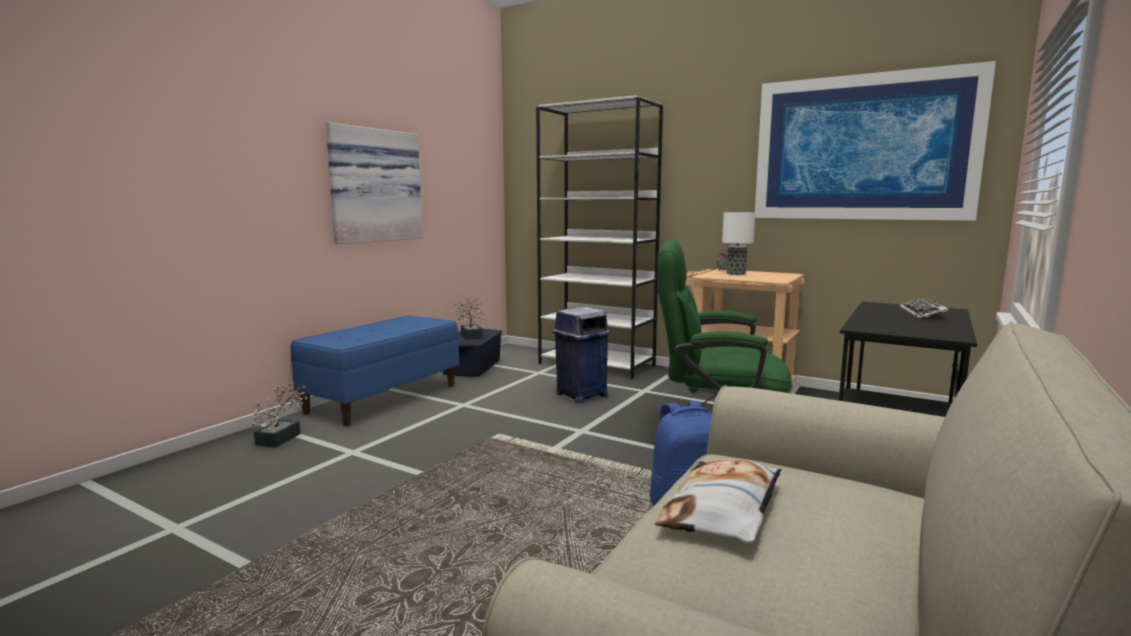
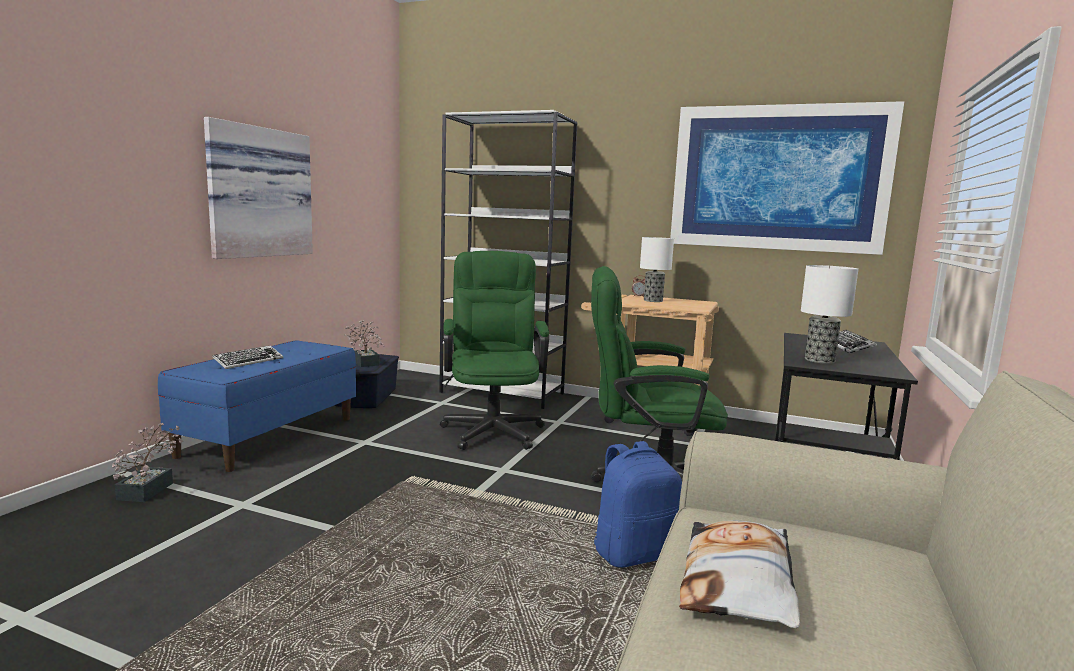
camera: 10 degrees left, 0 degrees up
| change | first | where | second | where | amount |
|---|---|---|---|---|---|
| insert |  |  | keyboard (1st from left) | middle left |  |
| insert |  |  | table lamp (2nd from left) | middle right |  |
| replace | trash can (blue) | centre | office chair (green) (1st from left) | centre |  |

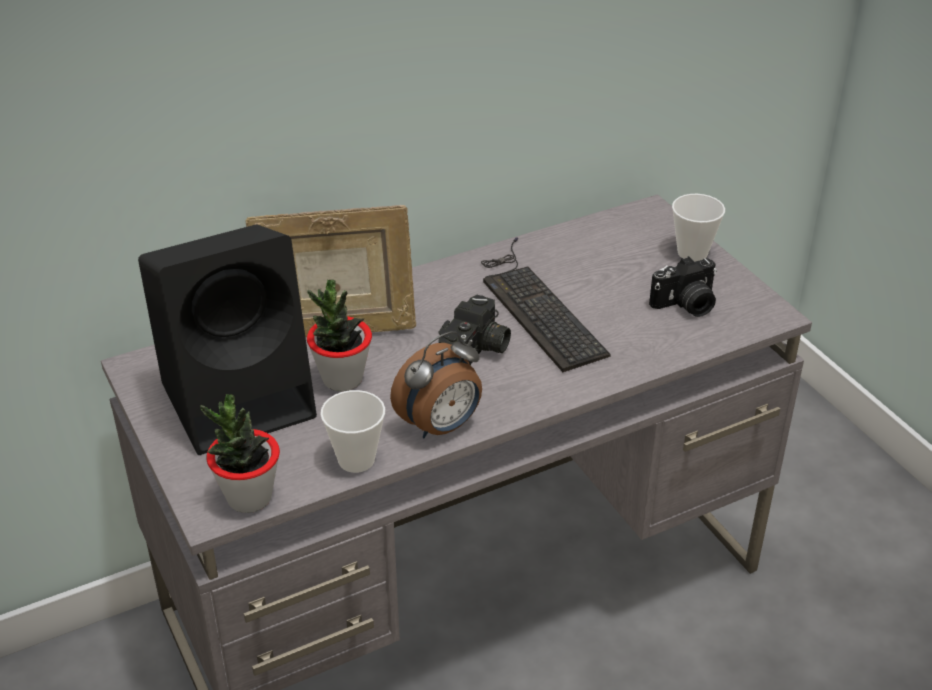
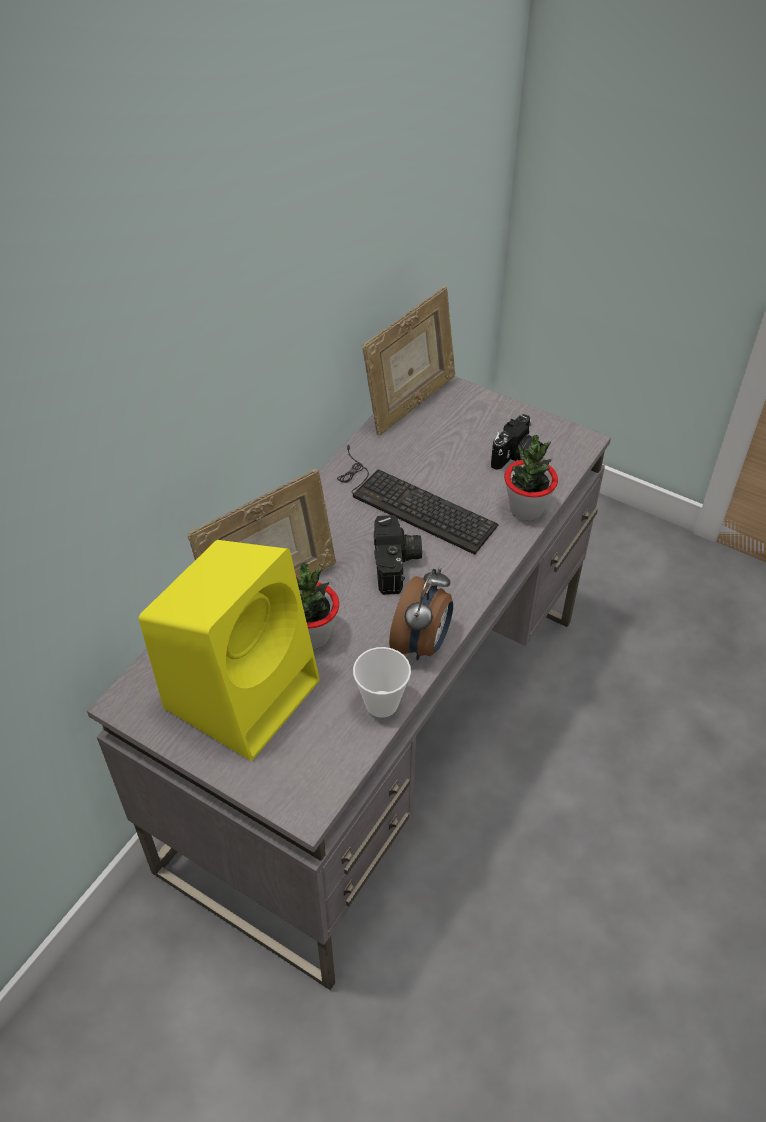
camera: 30 degrees left, 10 degrees up
| change | first | where | second | where | amount |
|---|---|---|---|---|---|
| delete | cup (2nd from left) | top right |  |  |  |
| insert |  |  | picture frame (2nd from left) | top centre |  |
| move | potted plant (1st from left in the first image) | middle left | potted plant (2nd from left) | middle right |  |
| recolor | speaker (black) | middle left | speaker (yellow) | middle left |  |

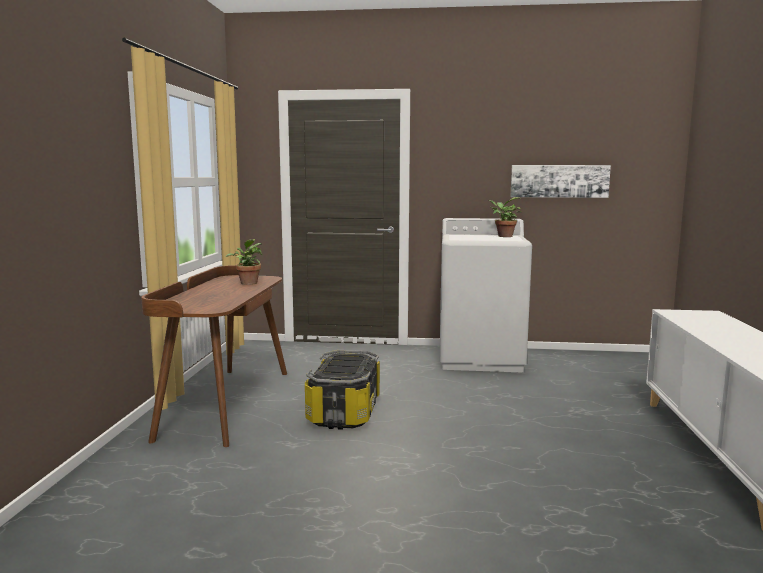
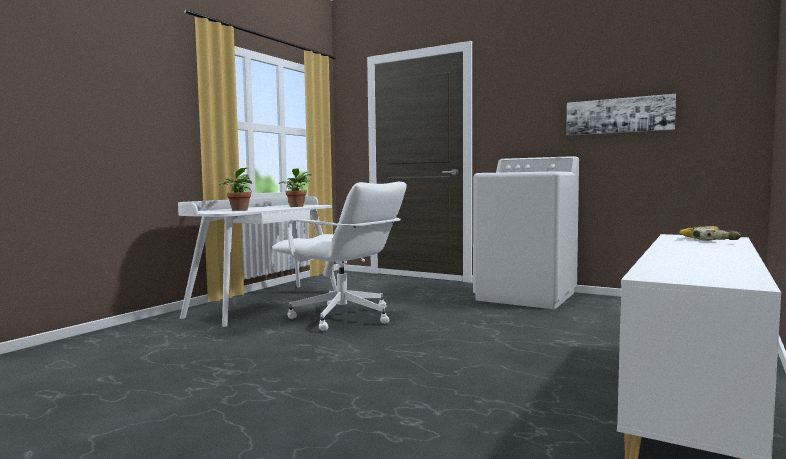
camera: 25 degrees right, 5 degrees down
| change | first | where | second | where | amount |
|---|---|---|---|---|---|
| insert |  |  | power drill | middle right |  |
| move | potted plant (2nd from left in the first image) | centre | potted plant (1st from left) | middle left |  |
| replace | storage box | bottom centre | office chair (white) | centre |  |
| recolor | desk (brown) | middle left | desk (white) | middle left |  |

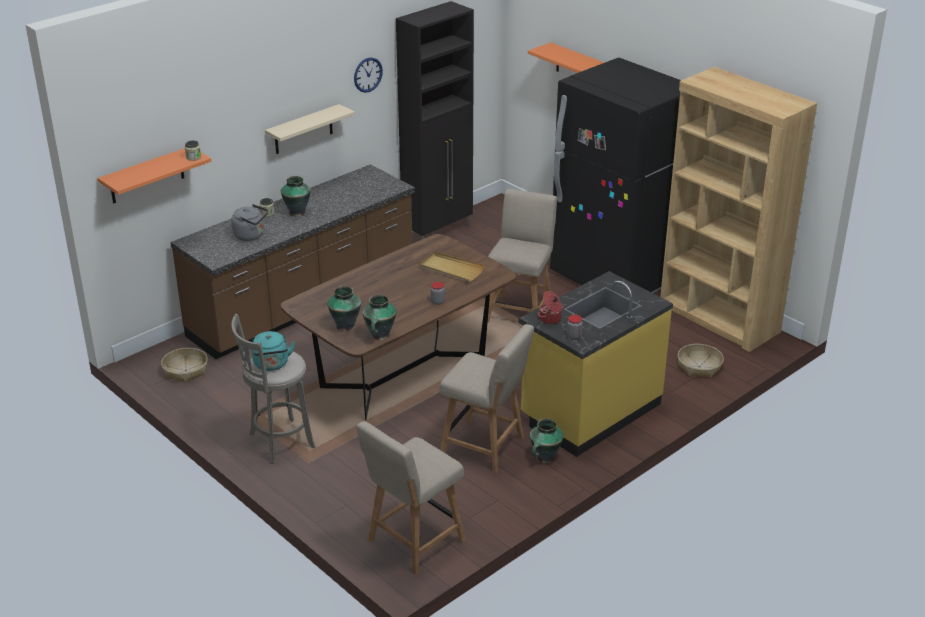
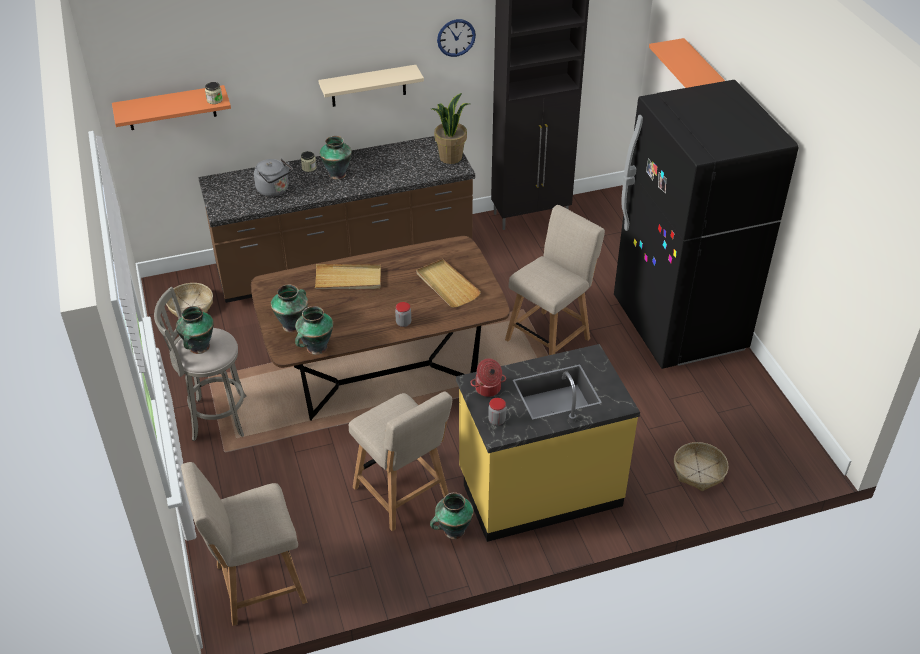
camera: 25 degrees right, 10 degrees up
| change | first | where | second | where | amount |
|---|---|---|---|---|---|
| delete | bookcase (brown) | middle right |  |  |  |
| insert |  |  | tray (beige) (1st from left) | centre |  |
| insert |  |  | potted plant | top centre |  |
| replace | kettle (turquoise) | middle left | vase (1st from left) | middle left |  |

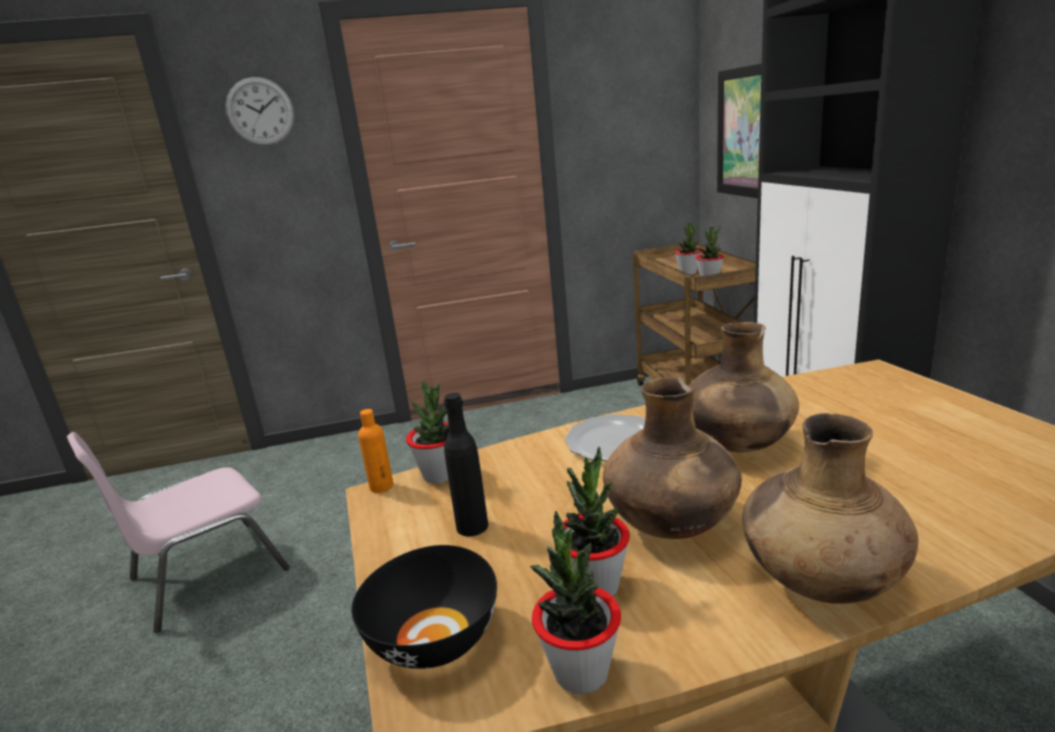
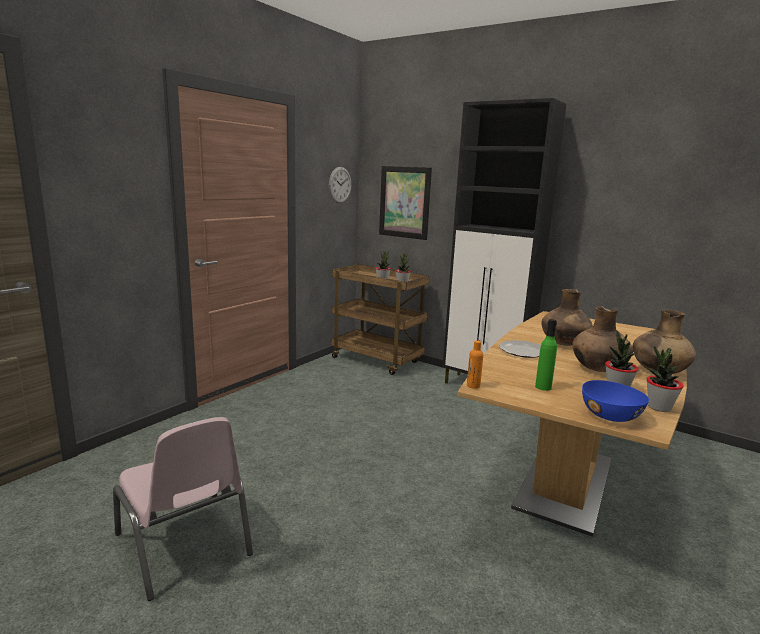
camera: 45 degrees left, 5 degrees down
| change | first | where | second | where | amount |
|---|---|---|---|---|---|
| delete | potted plant (1st from left) | centre |  |  |  |
| move | wall clock | top left |  | top centre |  |
| recolor | bowl (black) | bottom centre | bowl (blue) | middle right |  |
| recolor | bottle (black) | centre | bottle (green) | middle right |  |
| rotate | chair (pink) | bottom left |  | bottom left | 45 degrees counterclockwise |

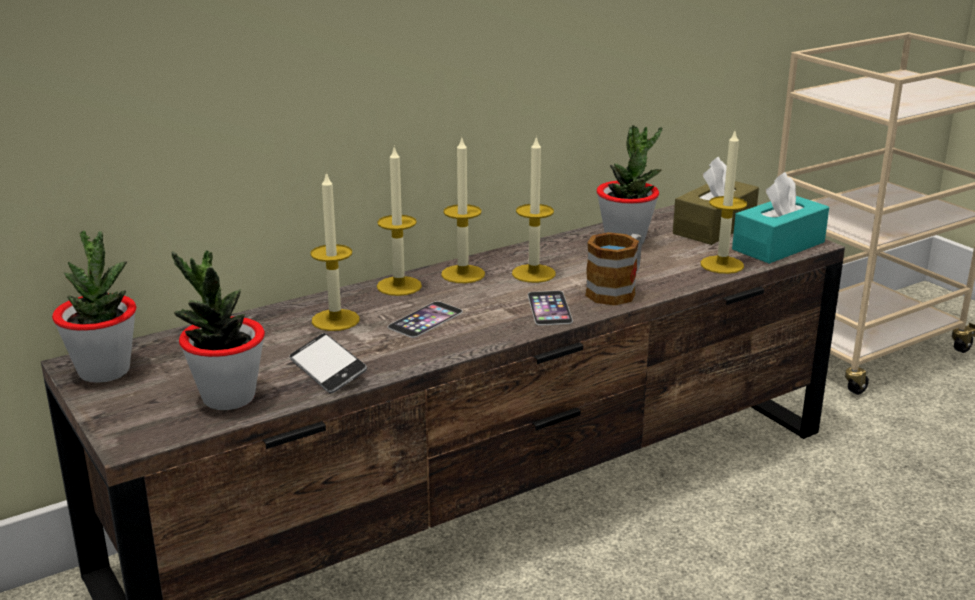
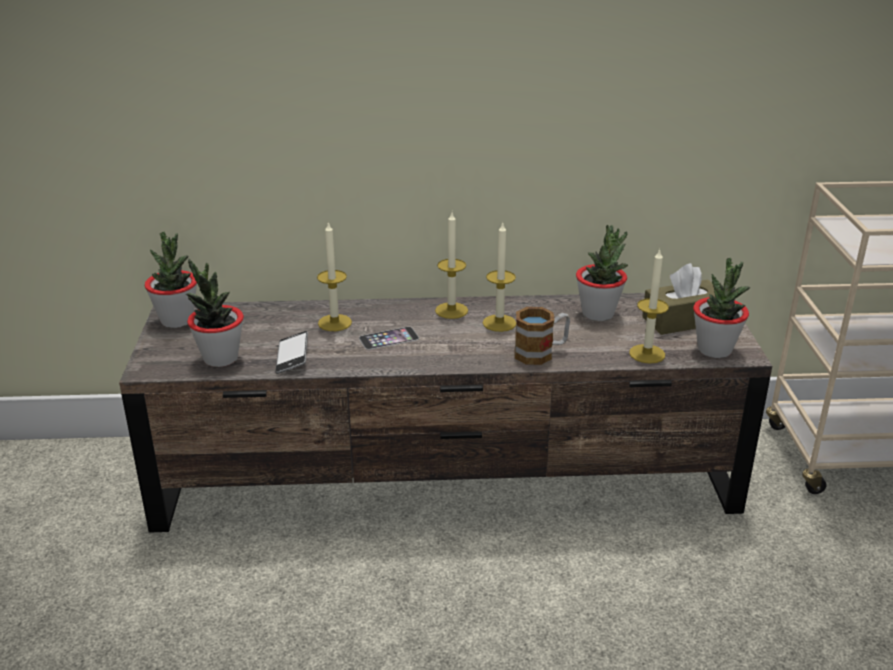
camera: 30 degrees right, 5 degrees up
| change | first | where | second | where | amount |
|---|---|---|---|---|---|
| delete | candle (2nd from left) | centre |  |  |  |
| delete | phone (3rd from left) | centre |  |  |  |
| replace | tissue box (turquoise) | middle right | potted plant (4th from left) | middle right |  |

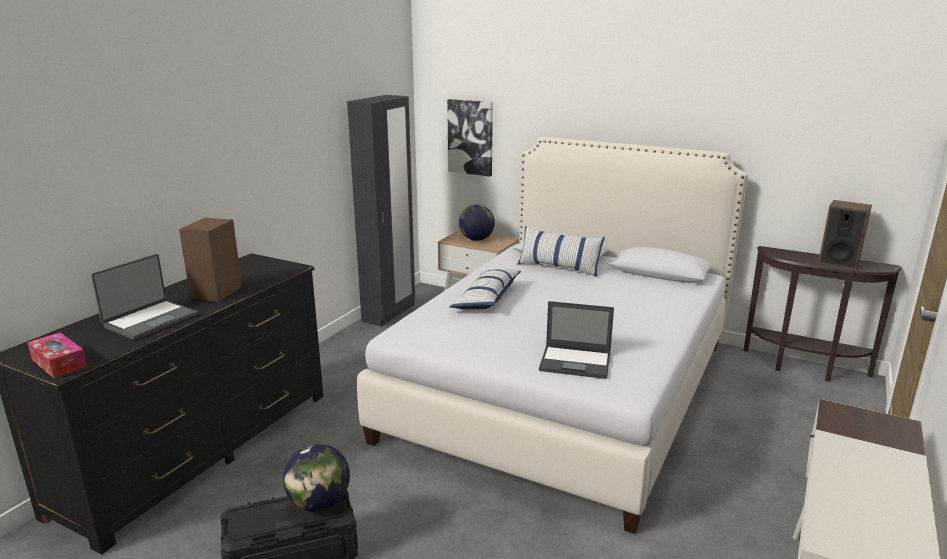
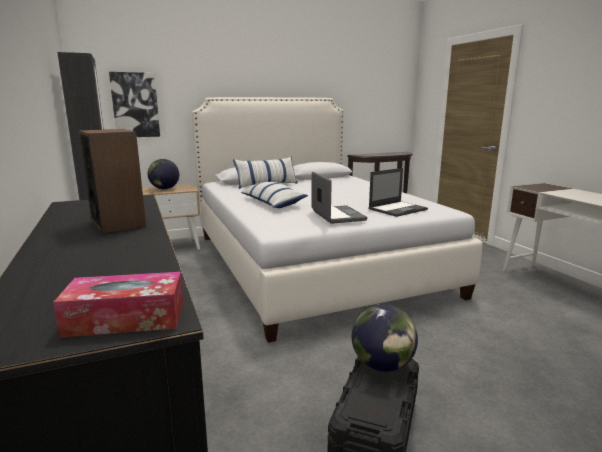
camera: 50 degrees left, 5 degrees down
| change | first | where | second | where | amount |
|---|---|---|---|---|---|
| delete | speaker (2nd from left) | middle right |  |  |  |
| move | laptop (1st from left) | middle left |  | centre |  |

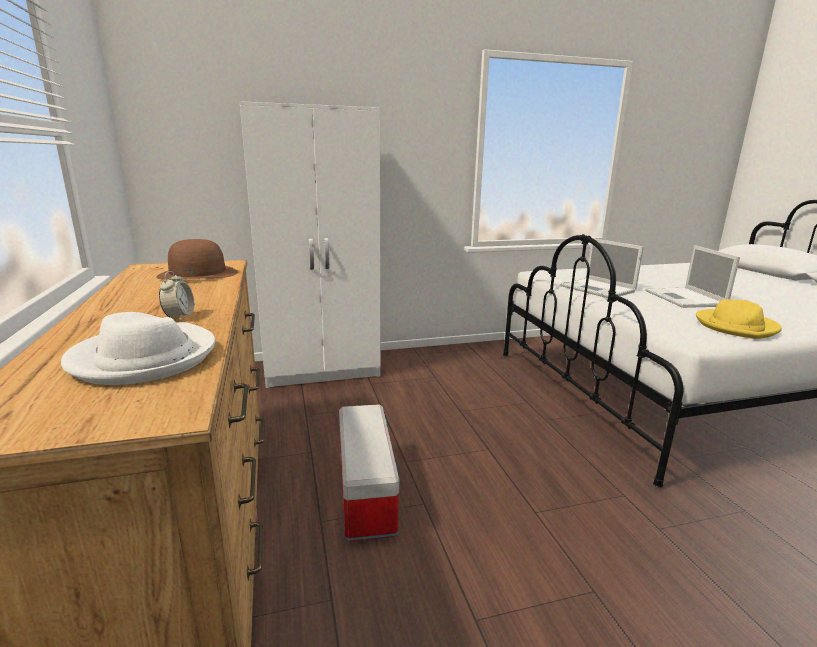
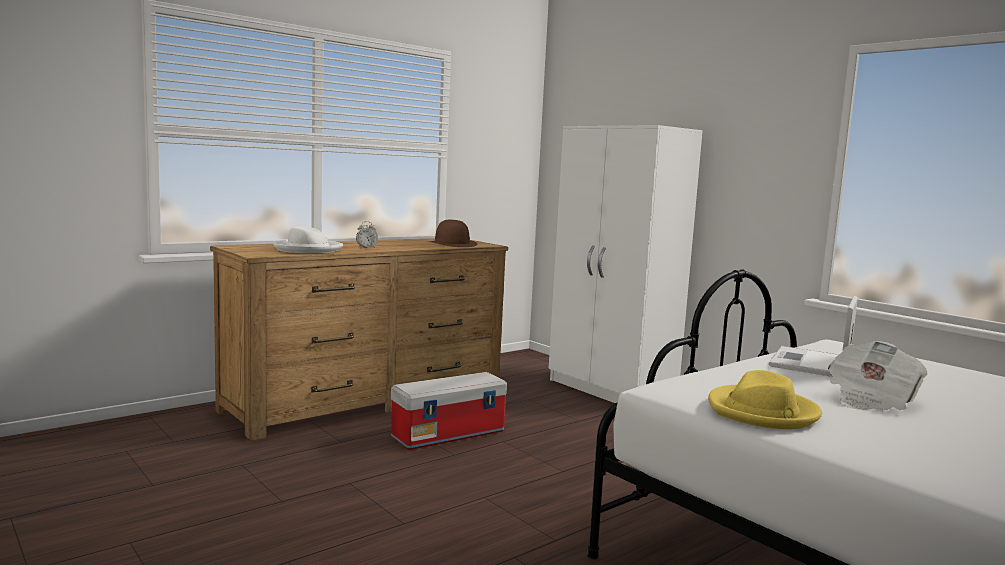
camera: 65 degrees right, 10 degrees down
| change | first | where | second | where | amount |
|---|---|---|---|---|---|
| replace | laptop (2nd from left) | middle right | newspaper | middle right |  |

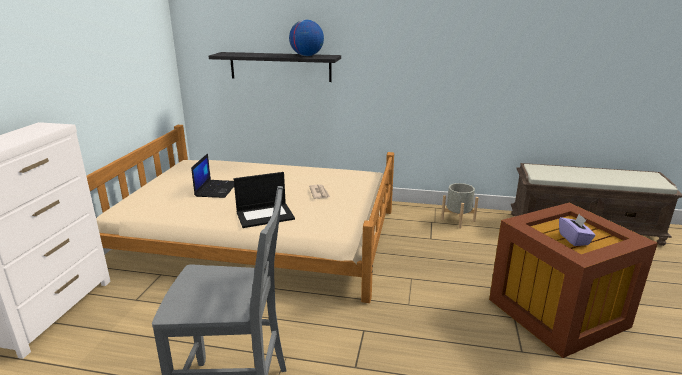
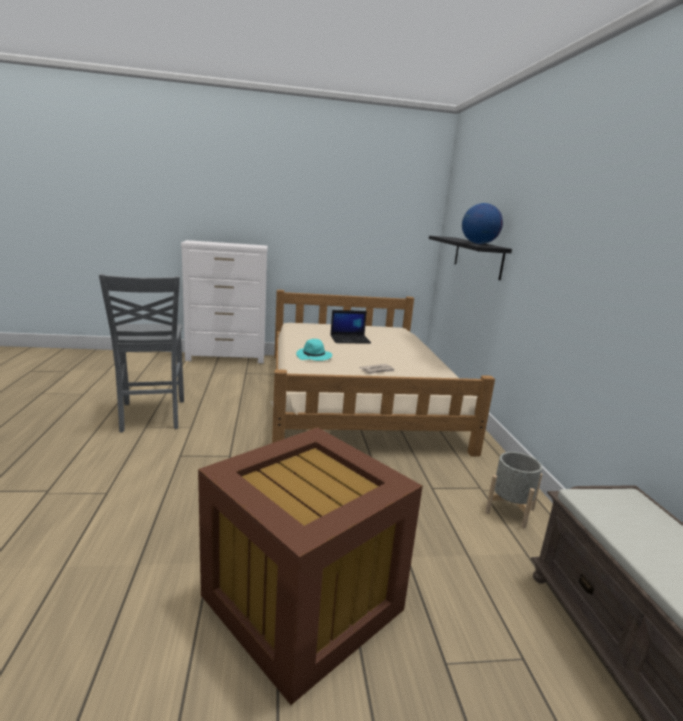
camera: 70 degrees right, 5 degrees down
| change | first | where | second | where | amount |
|---|---|---|---|---|---|
| delete | tissue box (purple) | middle right |  |  |  |
| replace | laptop (2nd from left) | centre | hat (turquoise) | centre |  |

